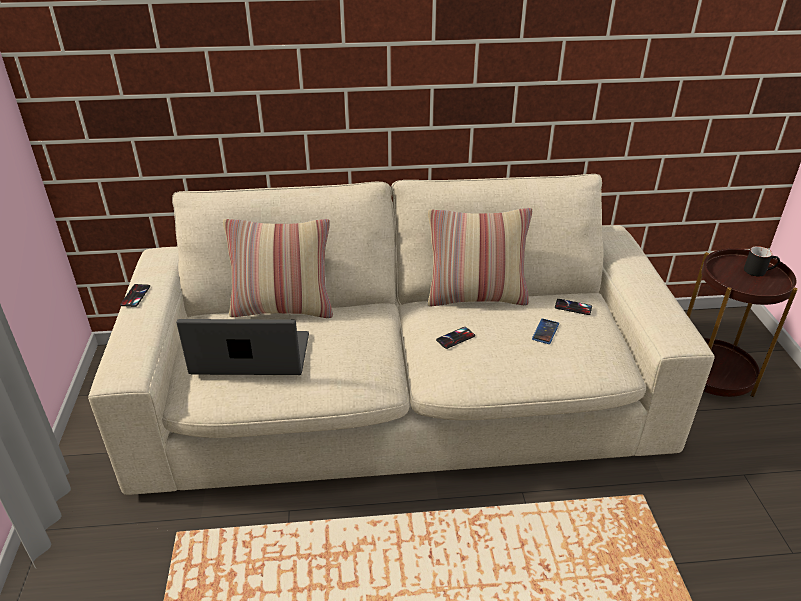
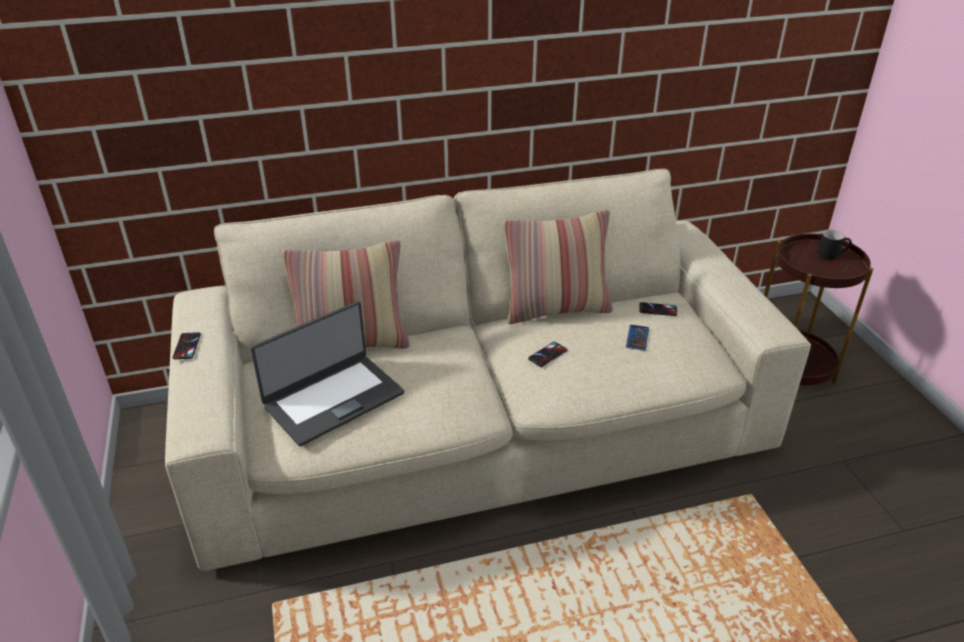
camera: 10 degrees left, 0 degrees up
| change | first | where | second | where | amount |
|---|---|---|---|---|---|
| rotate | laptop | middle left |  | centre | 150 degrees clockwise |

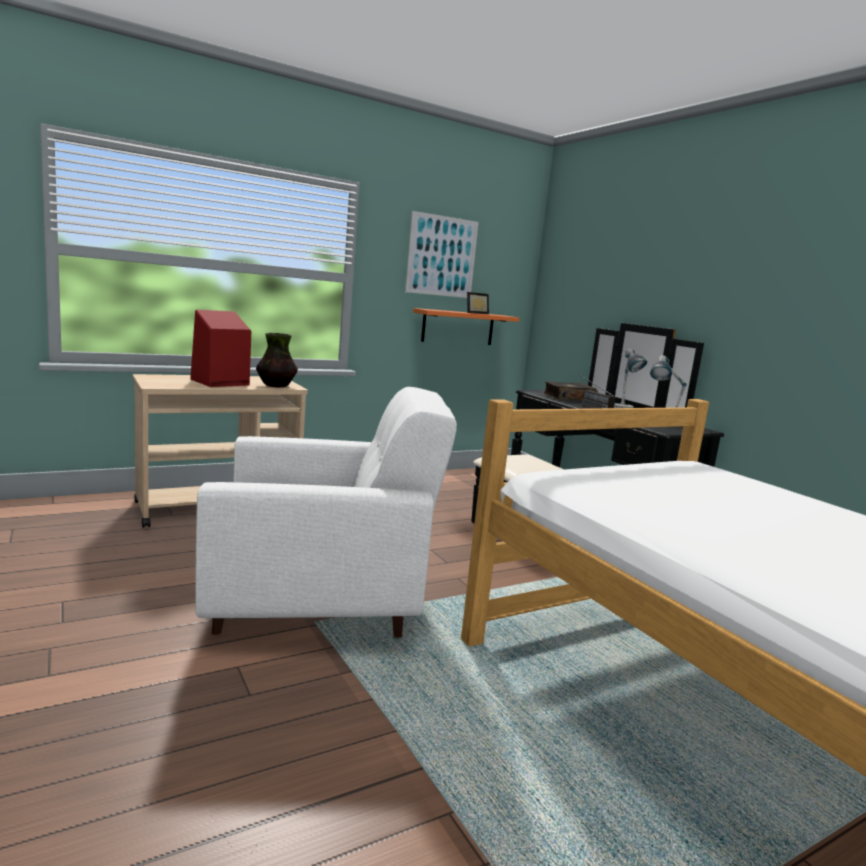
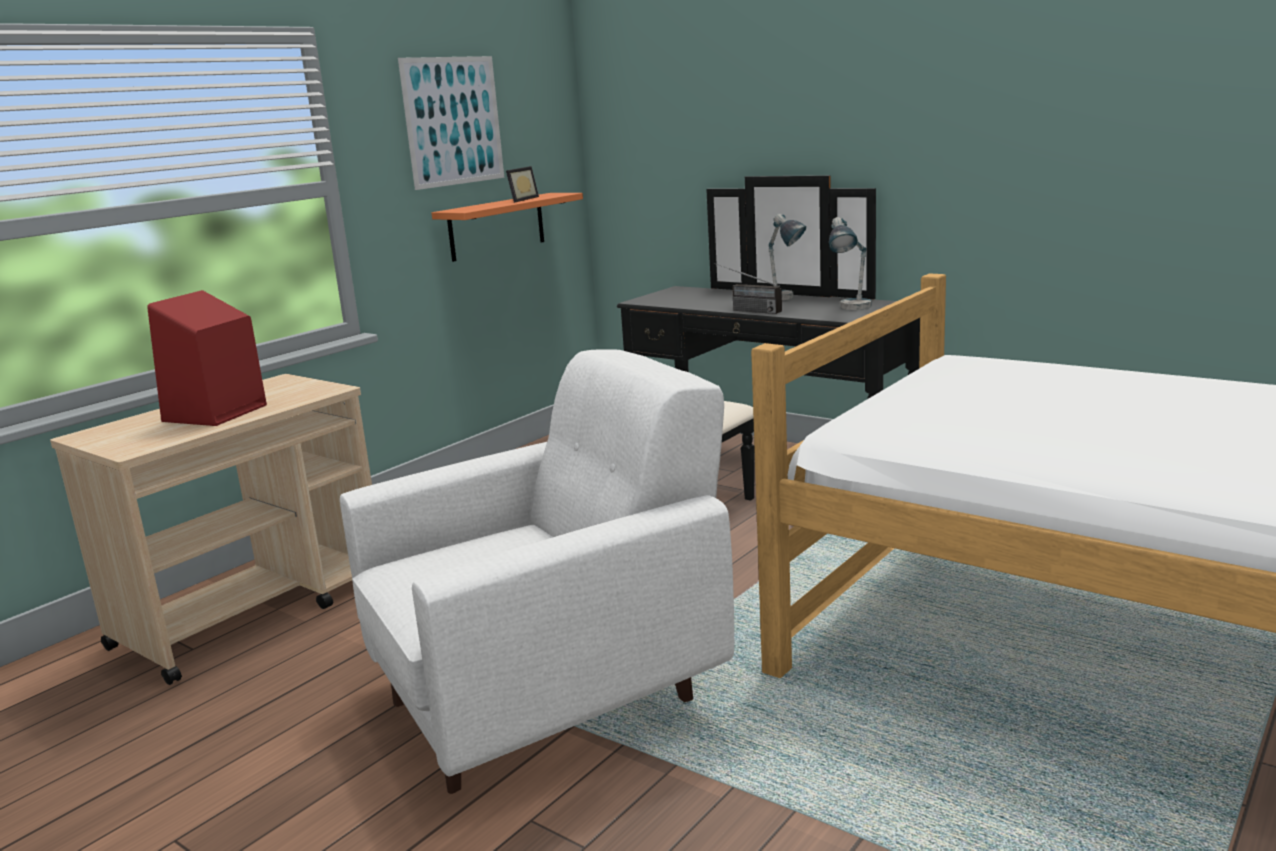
camera: 20 degrees left, 5 degrees up
| change | first | where | second | where | amount |
|---|---|---|---|---|---|
| delete | vase | middle left |  |  |  |
| delete | book | centre |  |  |  |

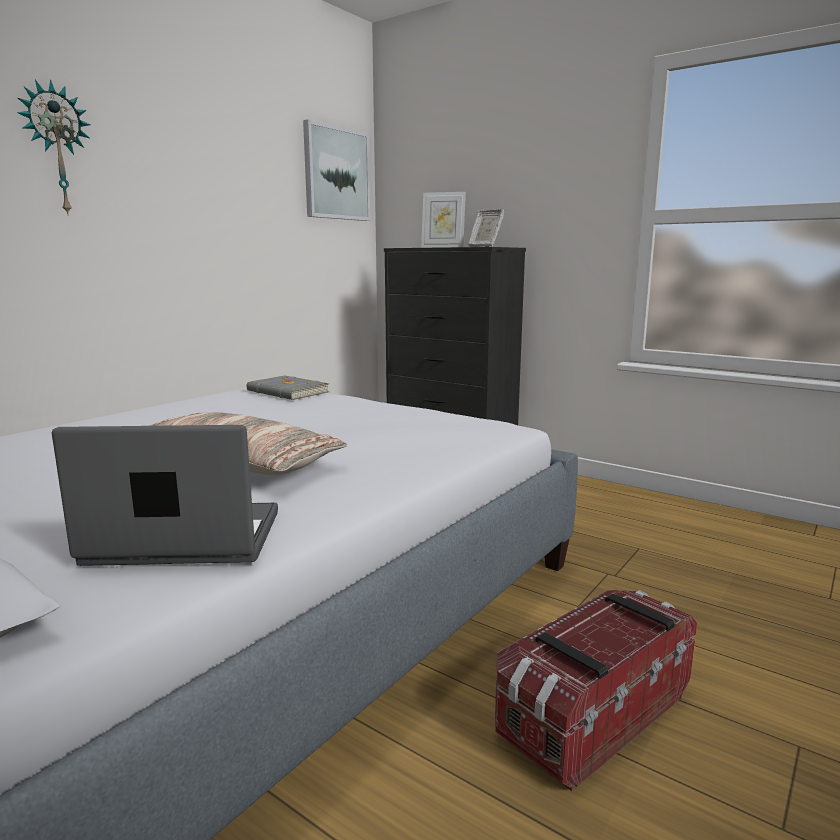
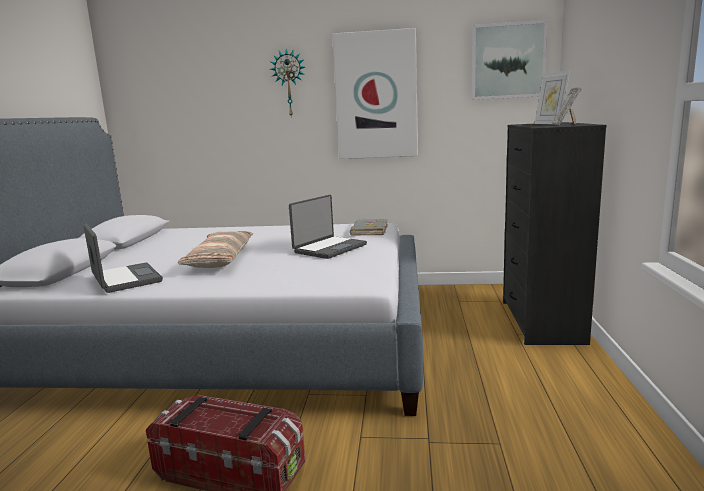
camera: 60 degrees right, 0 degrees up
| change | first | where | second | where | amount |
|---|---|---|---|---|---|
| insert |  |  | laptop (2nd from left) | centre |  |
| insert |  |  | picture (1st from left) | top centre |  |

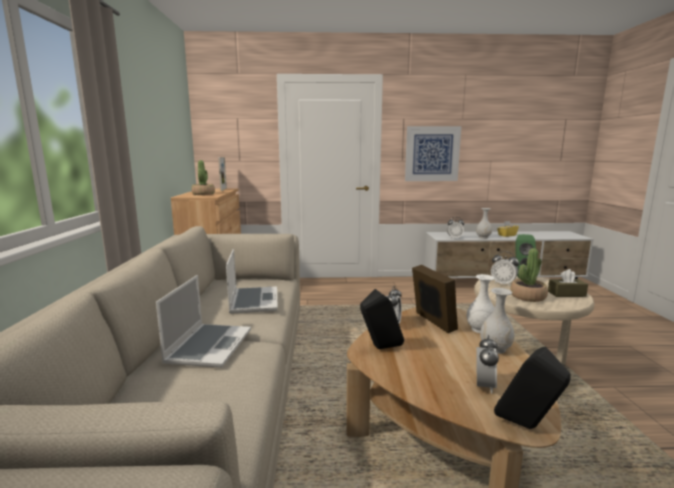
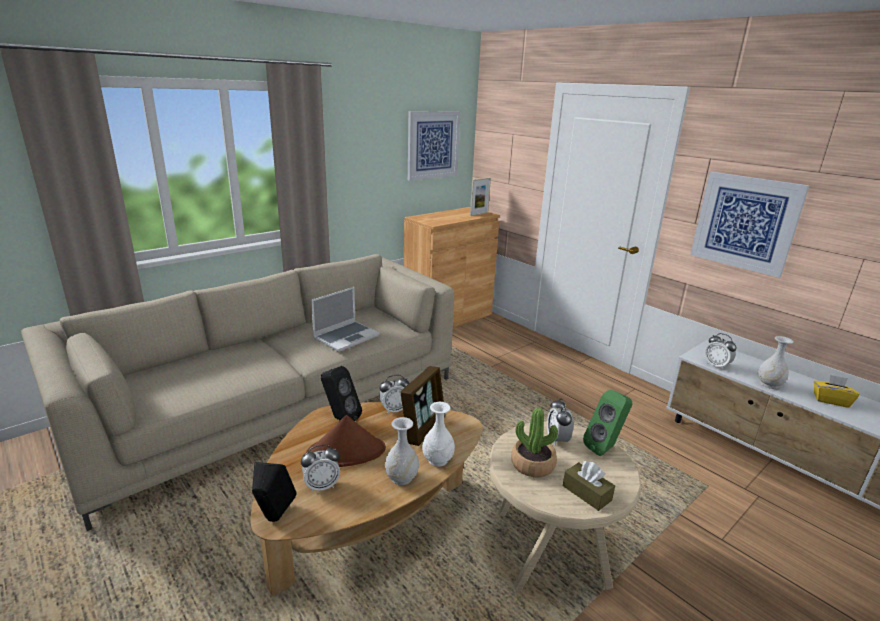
camera: 50 degrees right, 10 degrees up
| change | first | where | second | where | amount |
|---|---|---|---|---|---|
| delete | laptop (1st from left) | middle left |  |  |  |
| delete | potted plant (1st from left) | middle left |  |  |  |
| insert |  |  | hat (brown) | bottom centre |  |
| insert |  |  | picture (1st from left) | top centre |  |

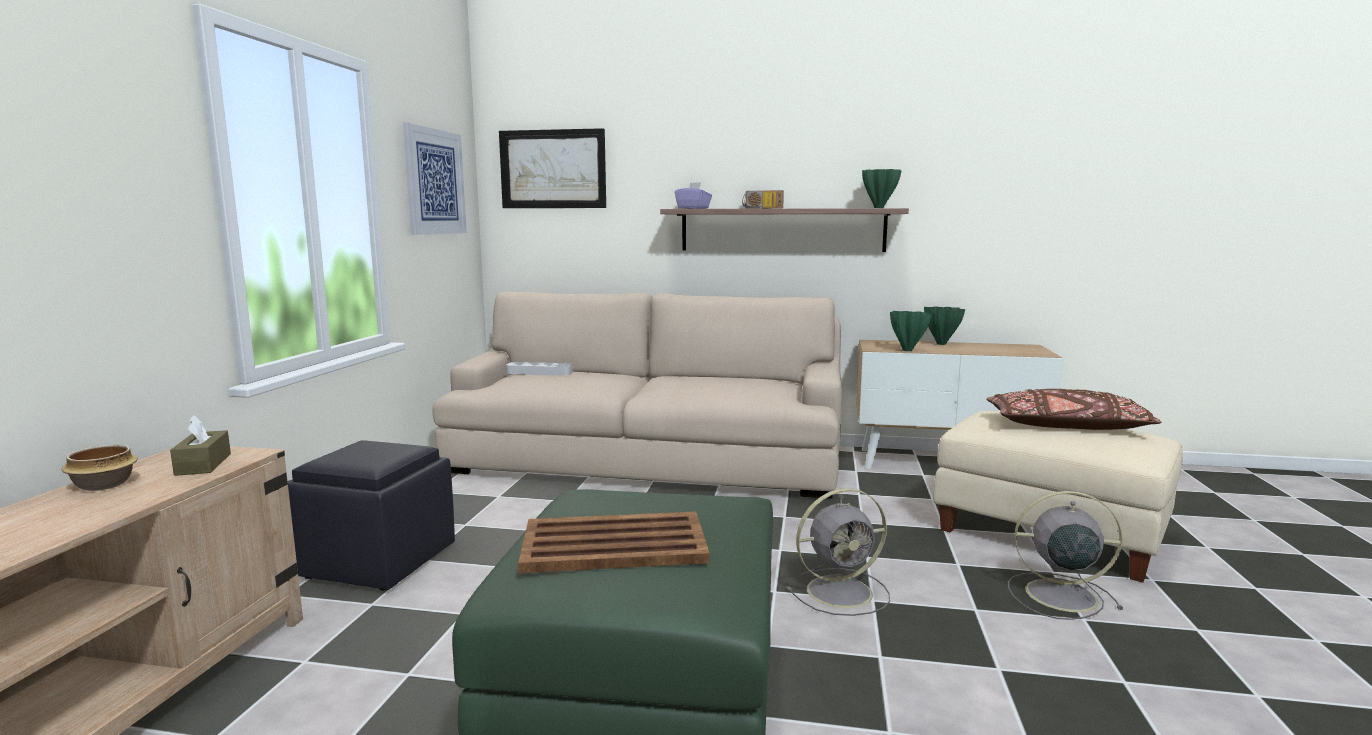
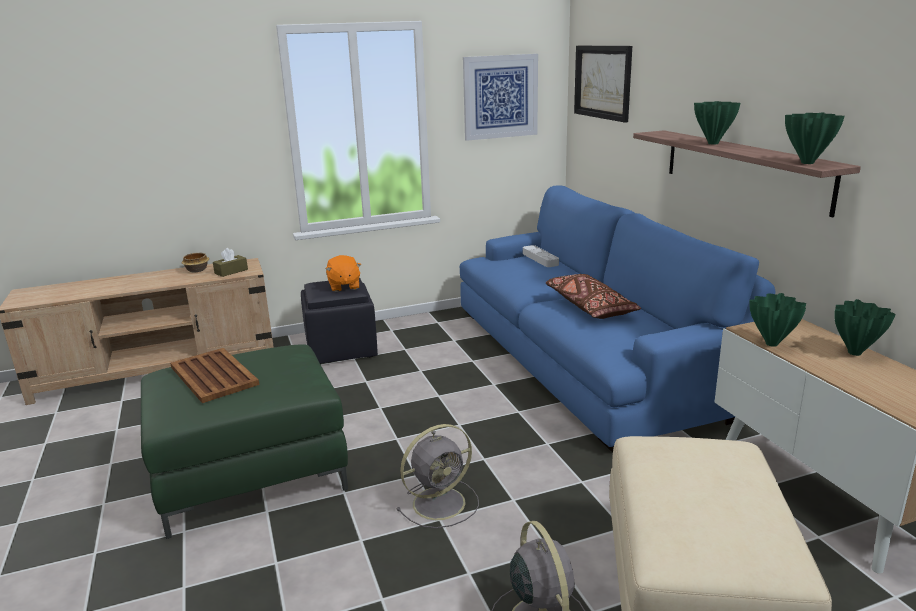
camera: 60 degrees right, 10 degrees up
| change | first | where | second | where | amount |
|---|---|---|---|---|---|
| delete | tissue box (purple) | top centre |  |  |  |
| insert |  |  | plush toy (orange) | centre |  |
| move | pillow (brown) | middle right |  | centre |  |
| replace | radio | top centre | vase (green) (1st from left) | top right |  |
| recolor | sofa (beige) | centre | sofa (blue) | middle right |  |
| rotate | fan (grey) (1st from left) | bottom centre |  | bottom centre | 75 degrees counterclockwise |

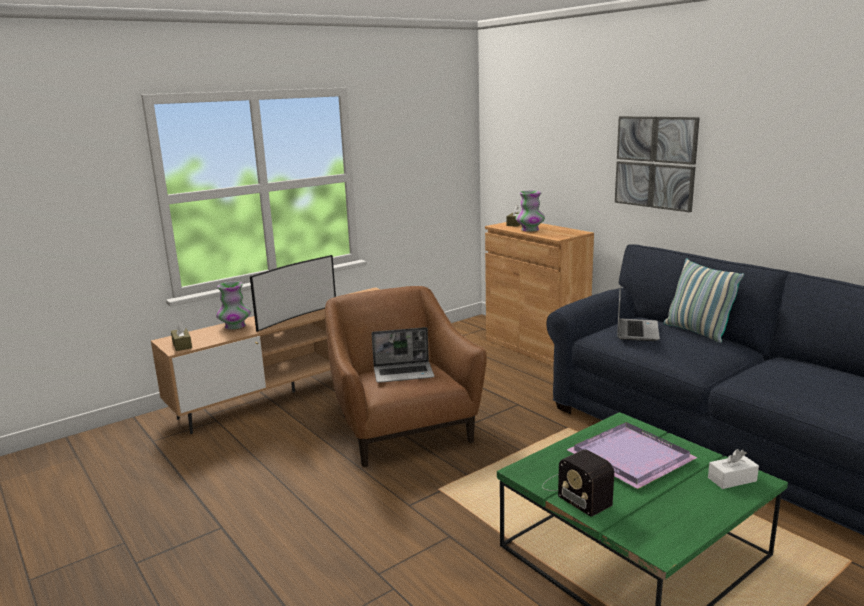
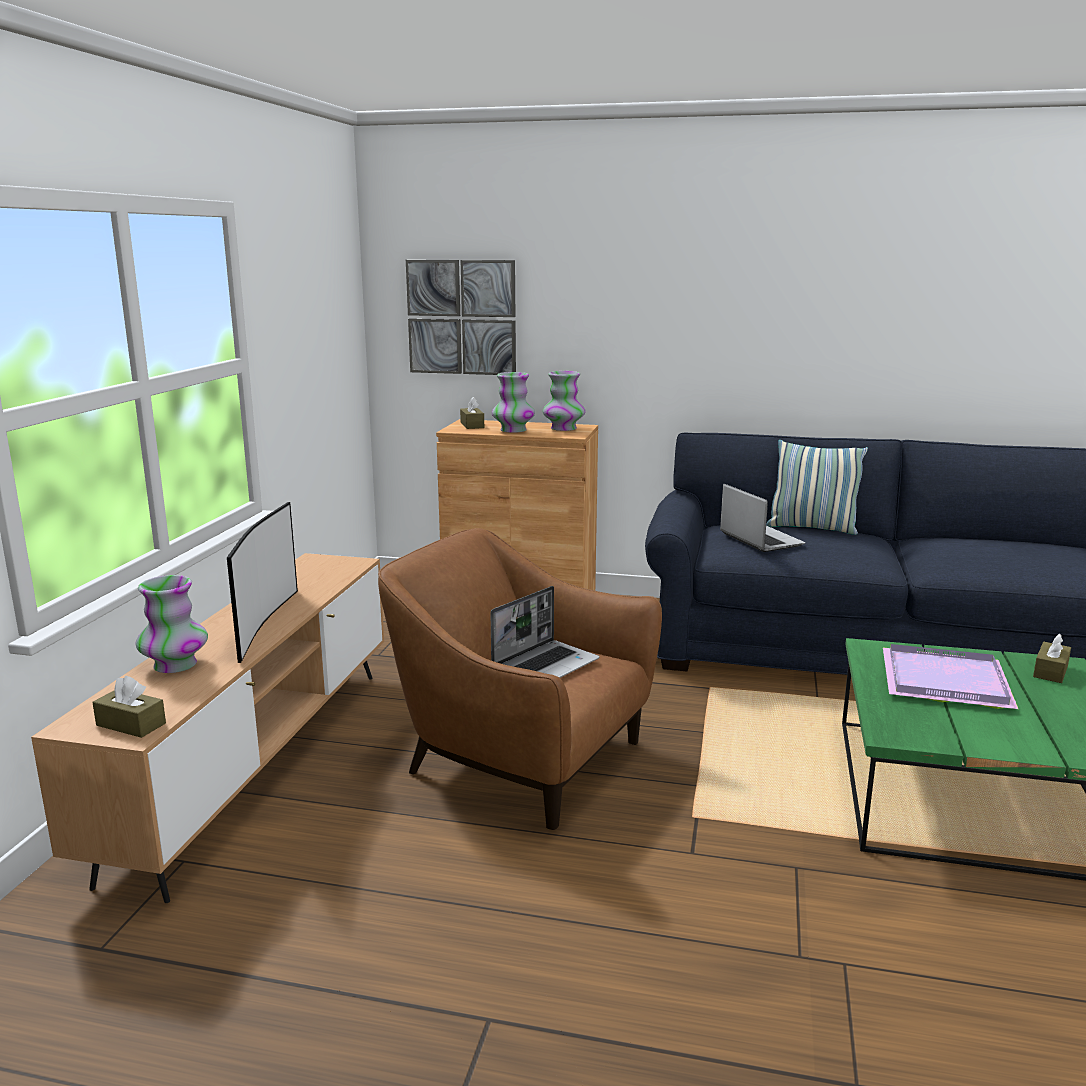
camera: 40 degrees left, 0 degrees up
| change | first | where | second | where | amount |
|---|---|---|---|---|---|
| delete | radio | bottom right |  |  |  |
| insert |  |  | vase (3rd from left) | centre |  |
| move | picture | top right |  | top centre |  |
| recolor | tissue box (white) | bottom right | tissue box (brown) (3rd from left) | middle right |  |

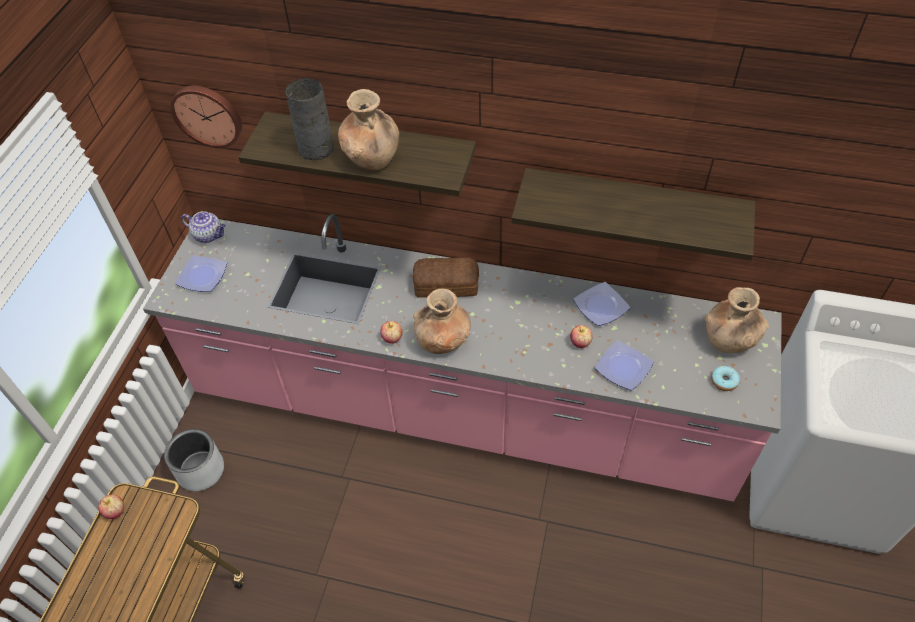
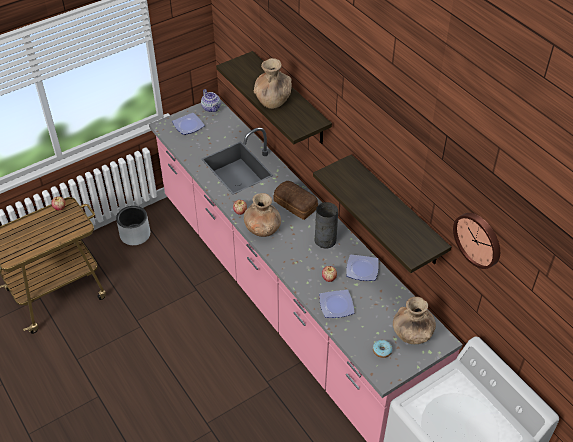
camera: 40 degrees right, 5 degrees down
| change | first | where | second | where | amount |
|---|---|---|---|---|---|
| move | wall clock | top left |  | middle right |  |
| move | vase (grey) | top centre |  | centre |  |

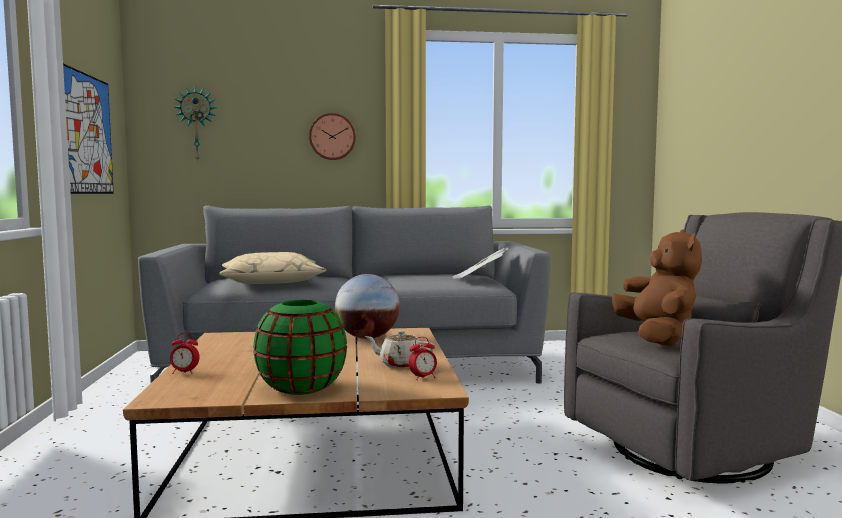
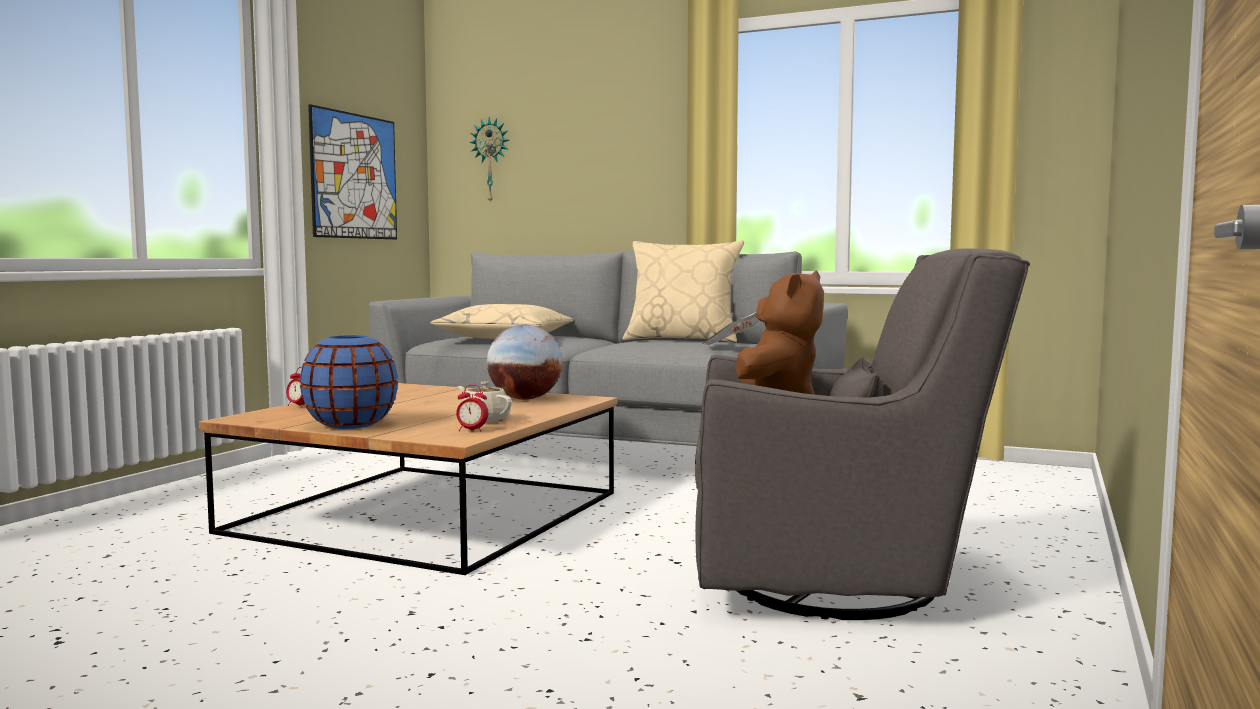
camera: 30 degrees right, 0 degrees up
| change | first | where | second | where | amount |
|---|---|---|---|---|---|
| delete | wall clock (2nd from left) | top centre |  |  |  |
| insert |  |  | pillow (beige) (2nd from left) | centre |  |
| recolor | vase (green) | bottom centre | vase (blue) | middle left |  |

